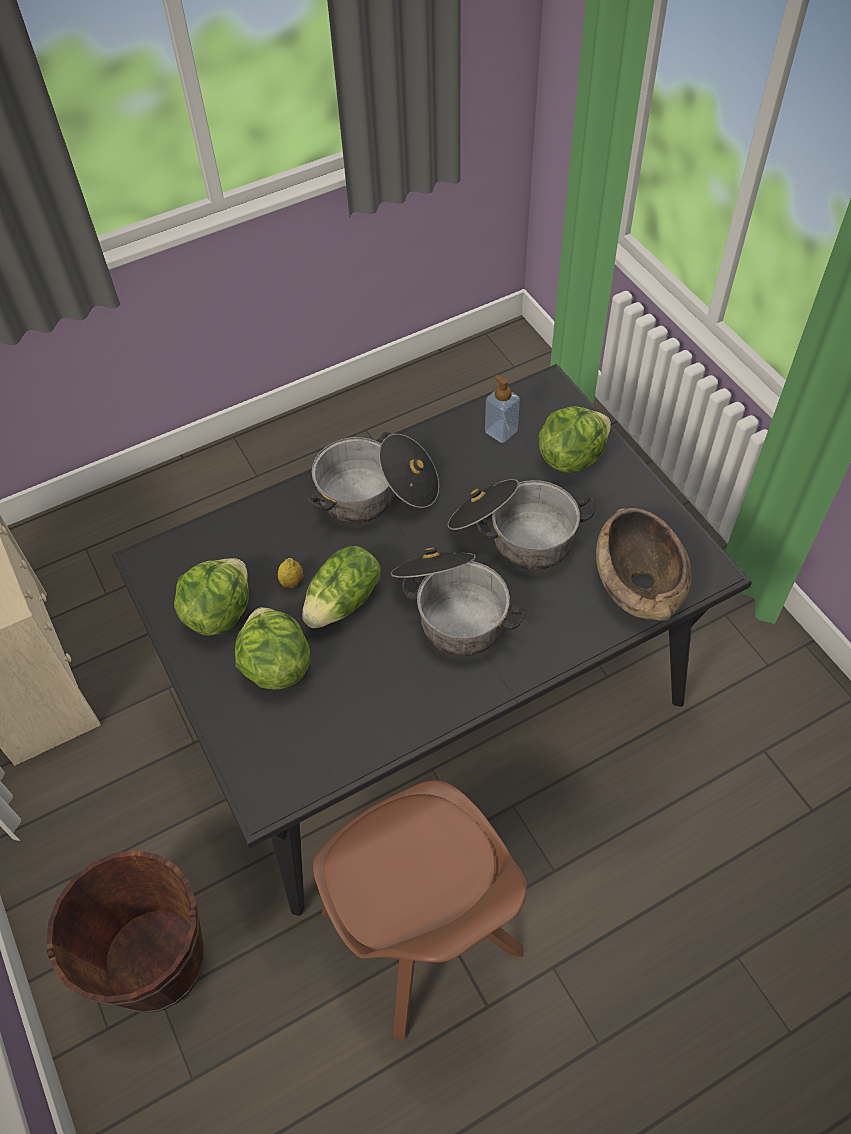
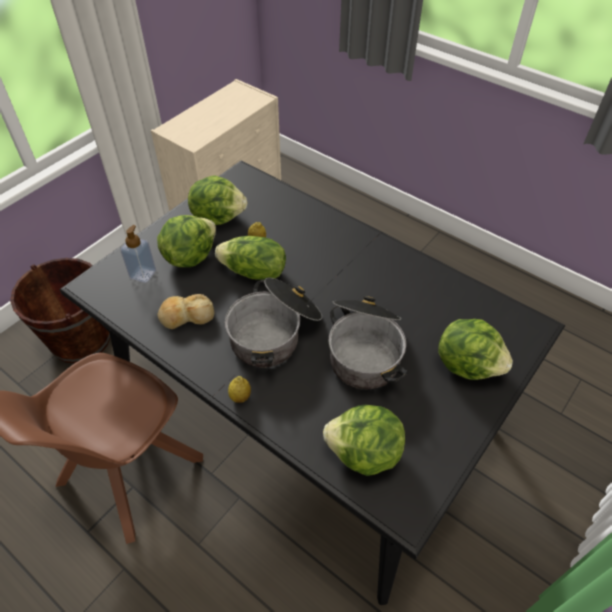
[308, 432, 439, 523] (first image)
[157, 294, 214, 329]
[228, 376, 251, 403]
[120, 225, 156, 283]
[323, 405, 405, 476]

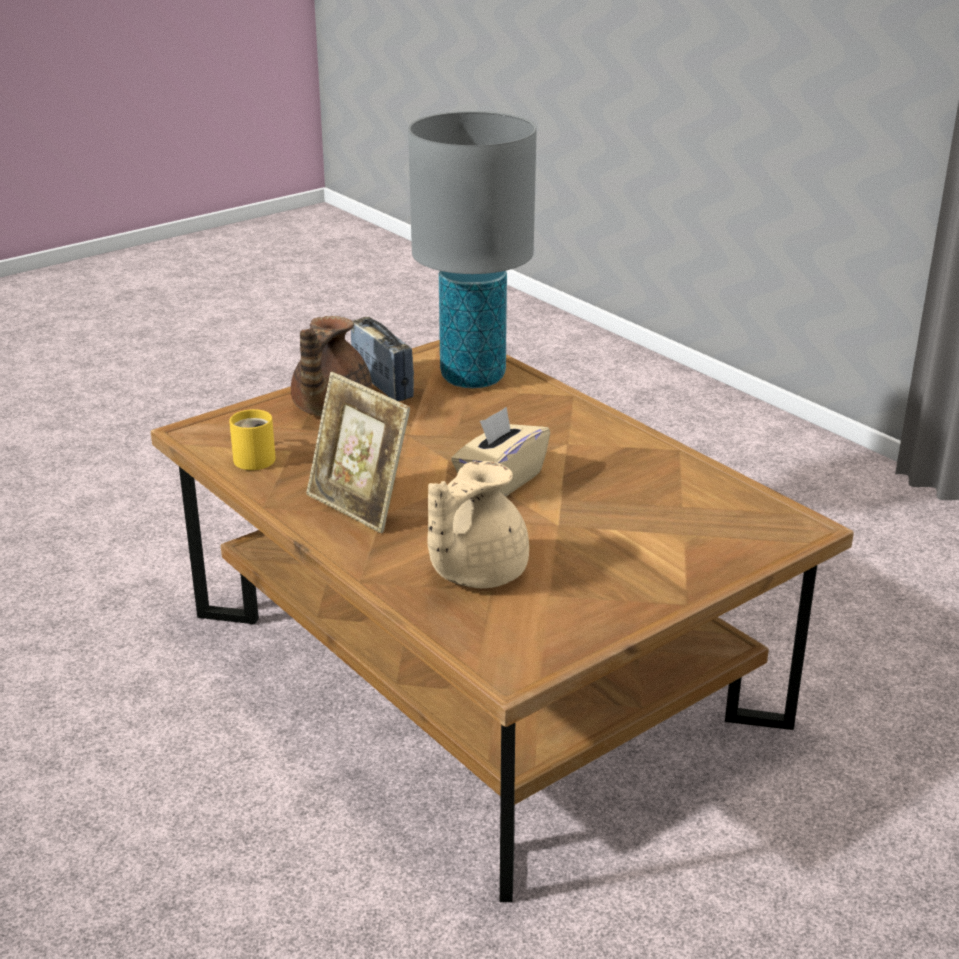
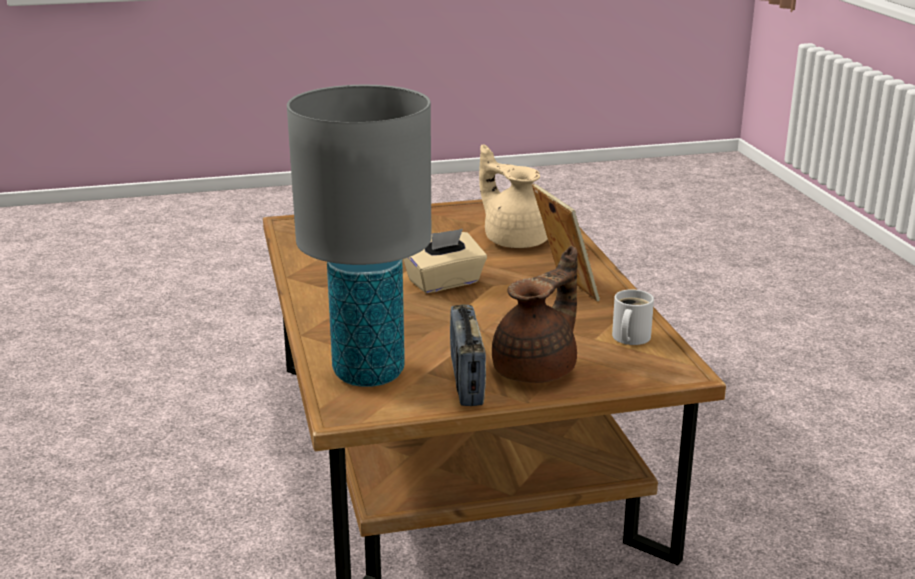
[612, 289, 654, 345]
[479, 145, 548, 248]

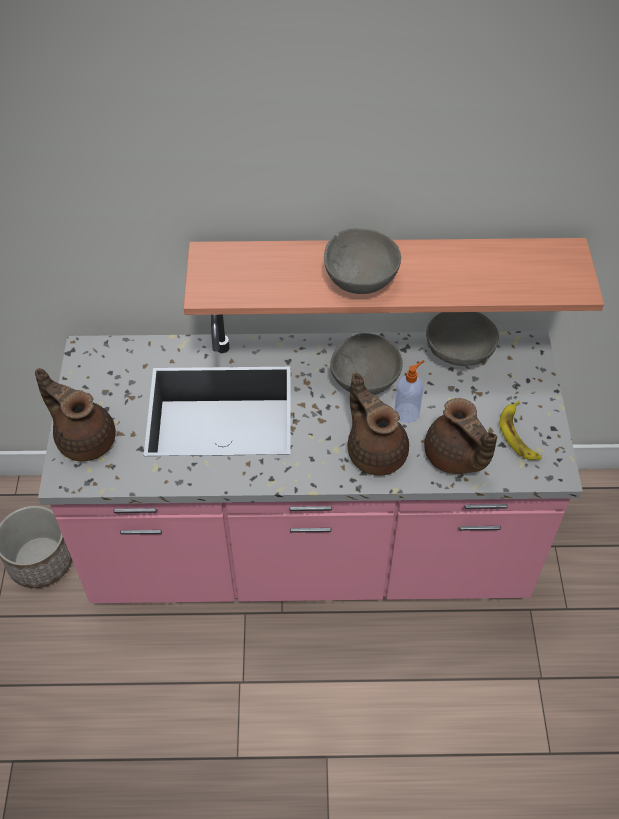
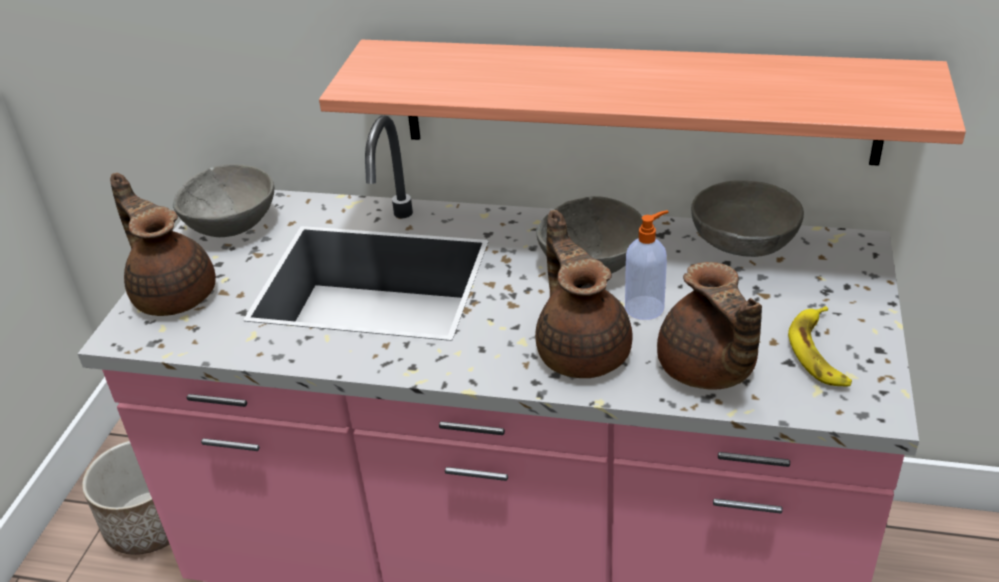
[173, 164, 274, 237]

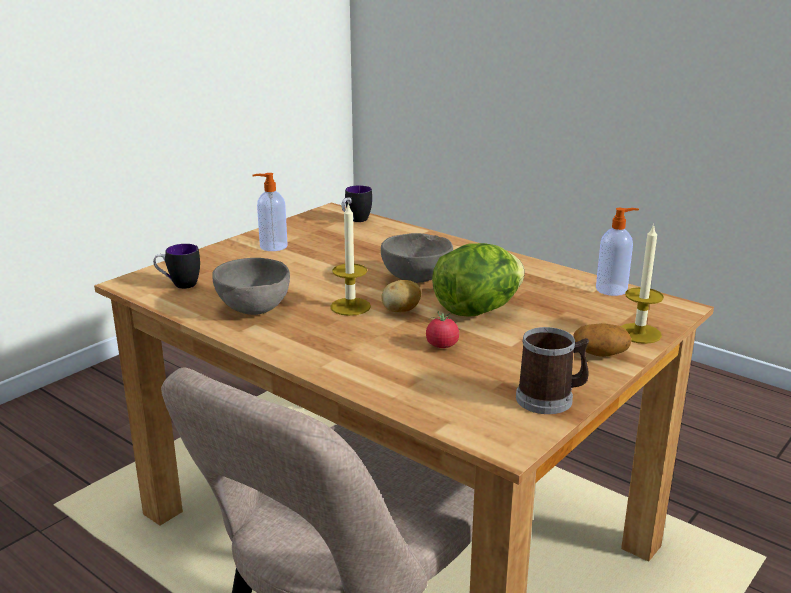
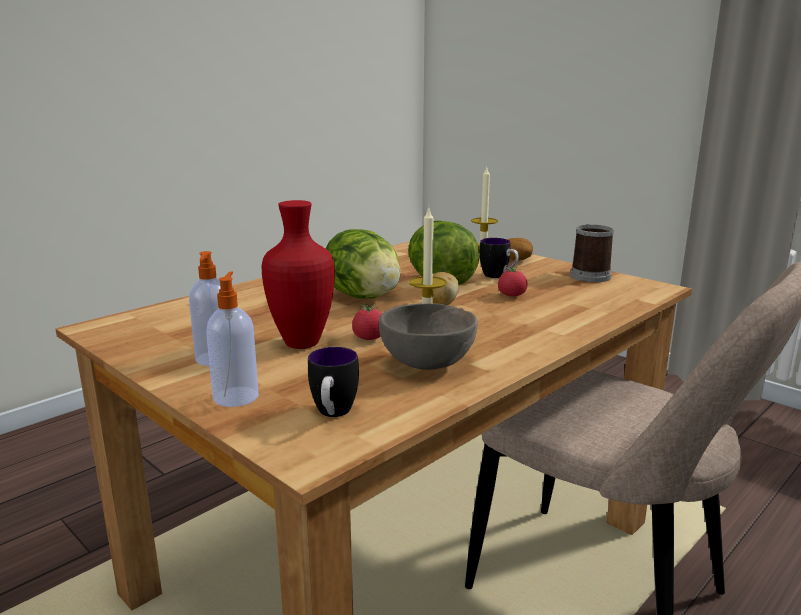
[262, 200, 335, 349]
[352, 304, 382, 340]
[480, 238, 519, 278]
[206, 271, 259, 407]
[326, 229, 401, 299]

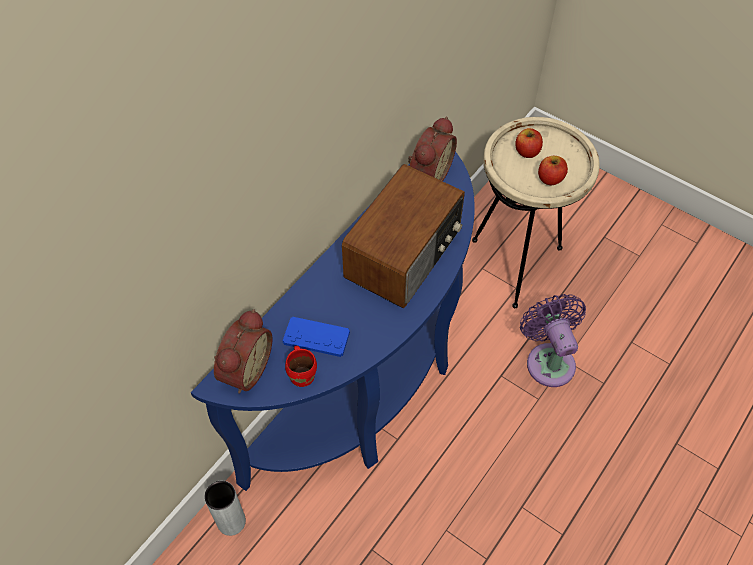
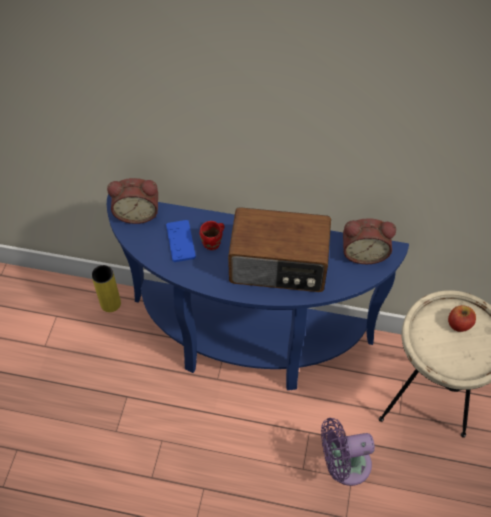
[538, 156, 568, 185] (first image)
[200, 221, 225, 250]
[91, 265, 121, 312]
[321, 418, 375, 486]

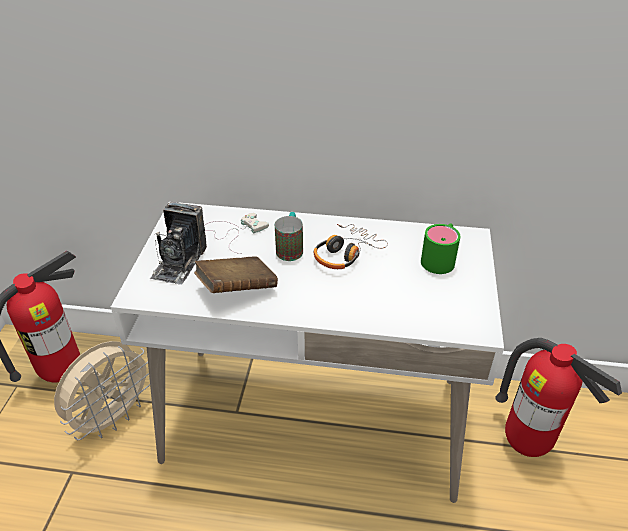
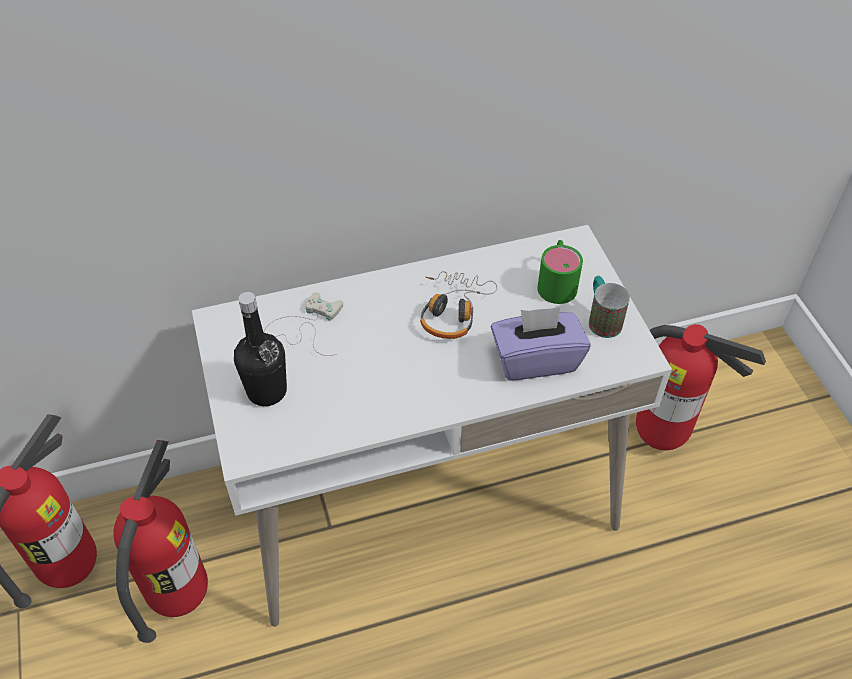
[194, 256, 278, 293] (first image)
[491, 307, 591, 381]
[589, 276, 630, 338]
[113, 440, 208, 643]
[234, 292, 287, 406]

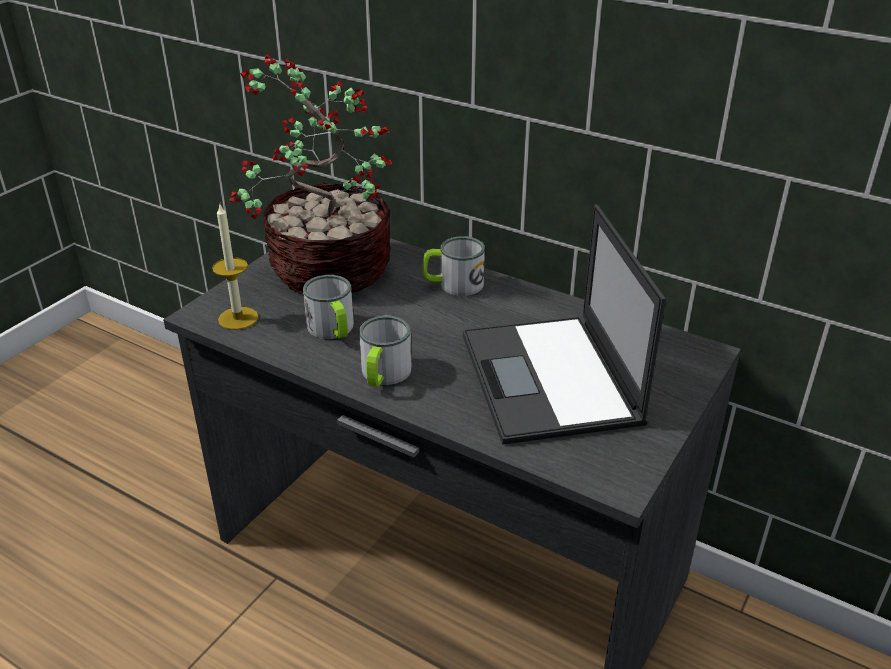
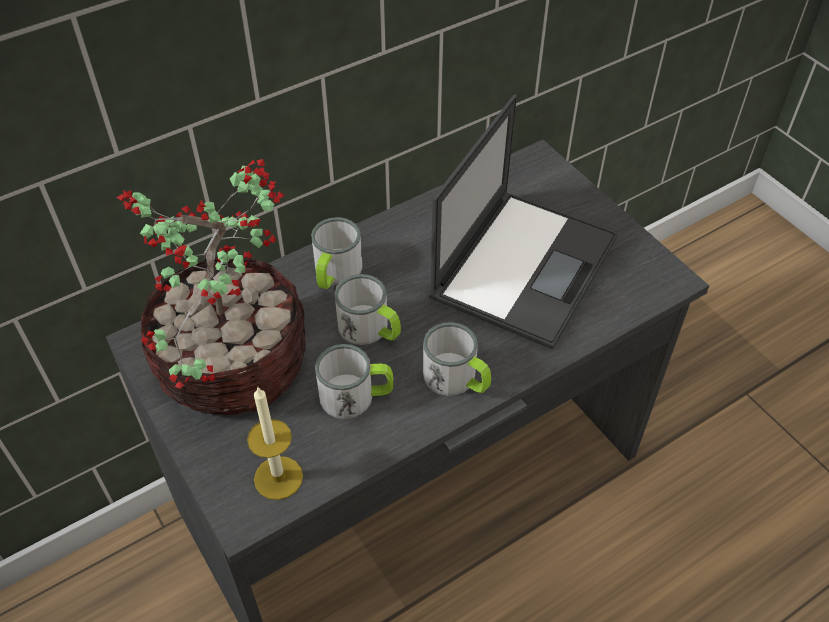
[335, 274, 401, 345]
[429, 95, 618, 350]

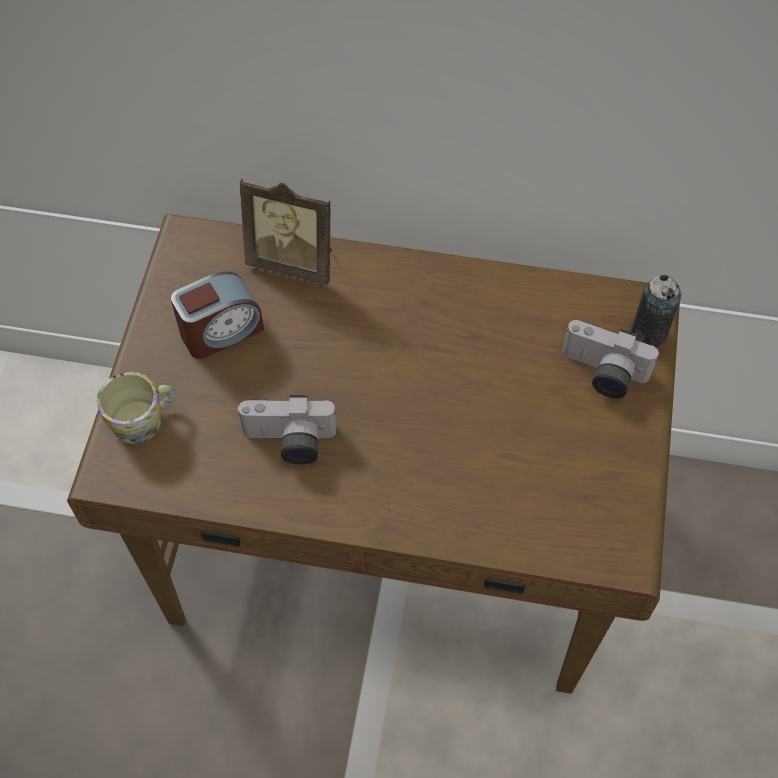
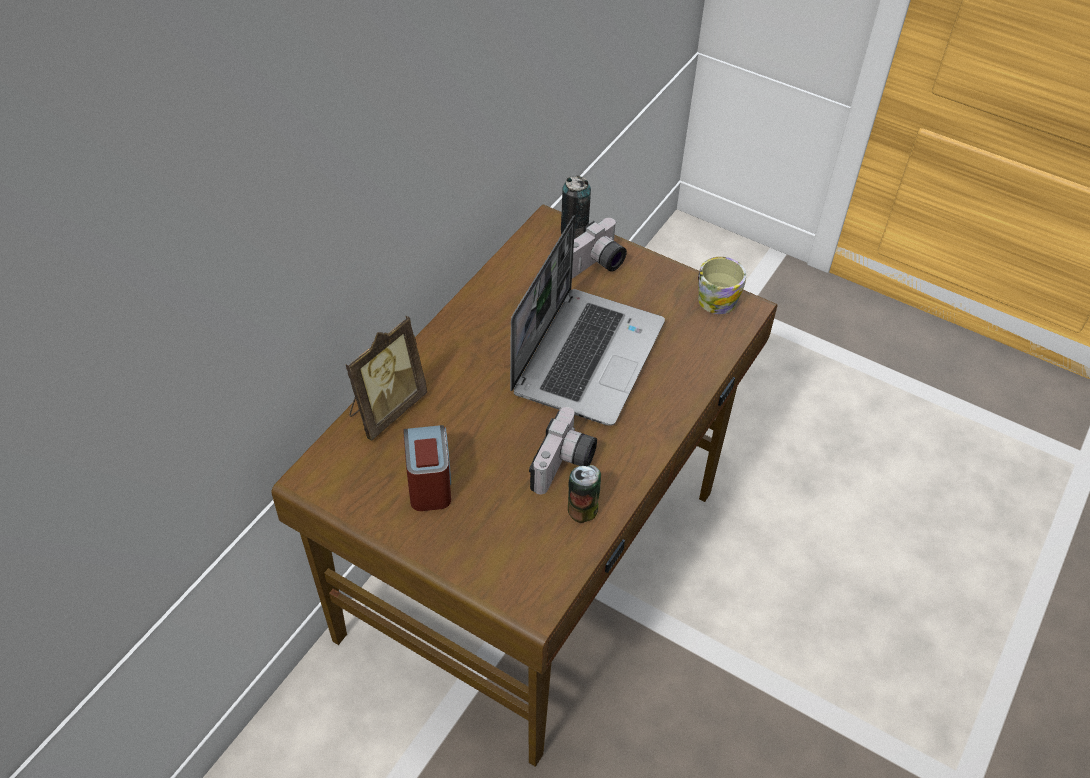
[510, 216, 665, 426]
[568, 465, 601, 523]
[698, 257, 746, 314]

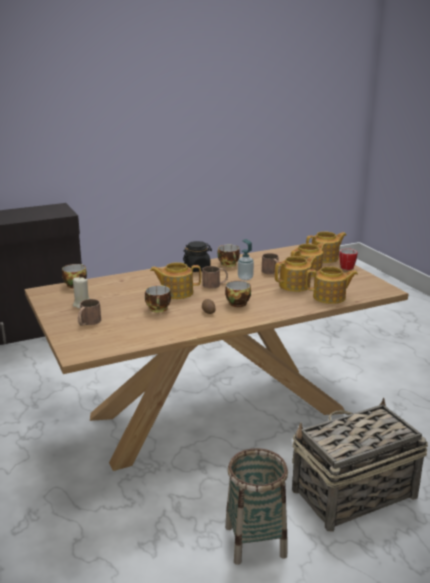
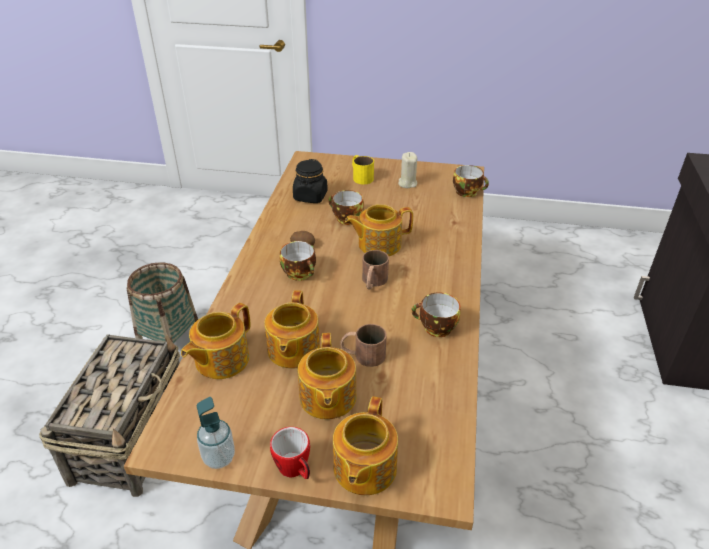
[293, 159, 328, 203]
[197, 397, 235, 469]
[352, 155, 374, 184]
[345, 204, 413, 256]

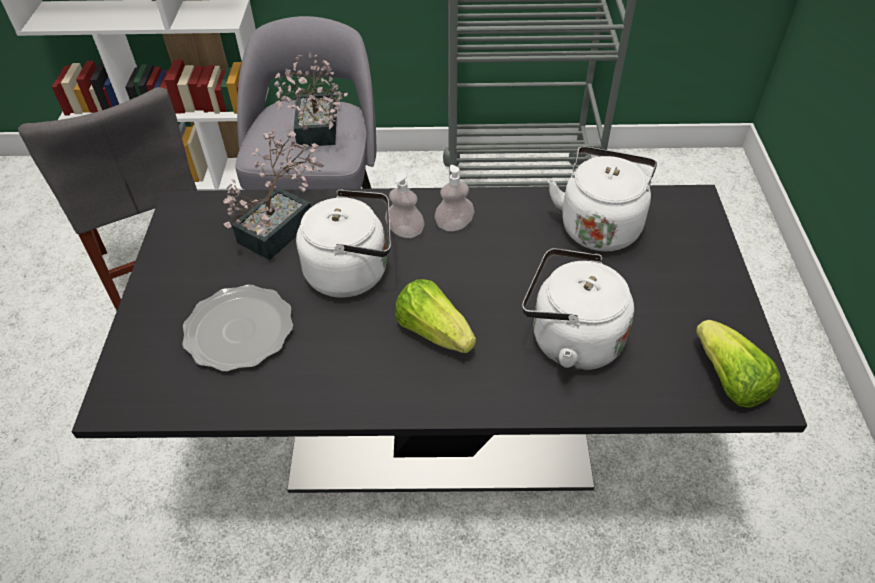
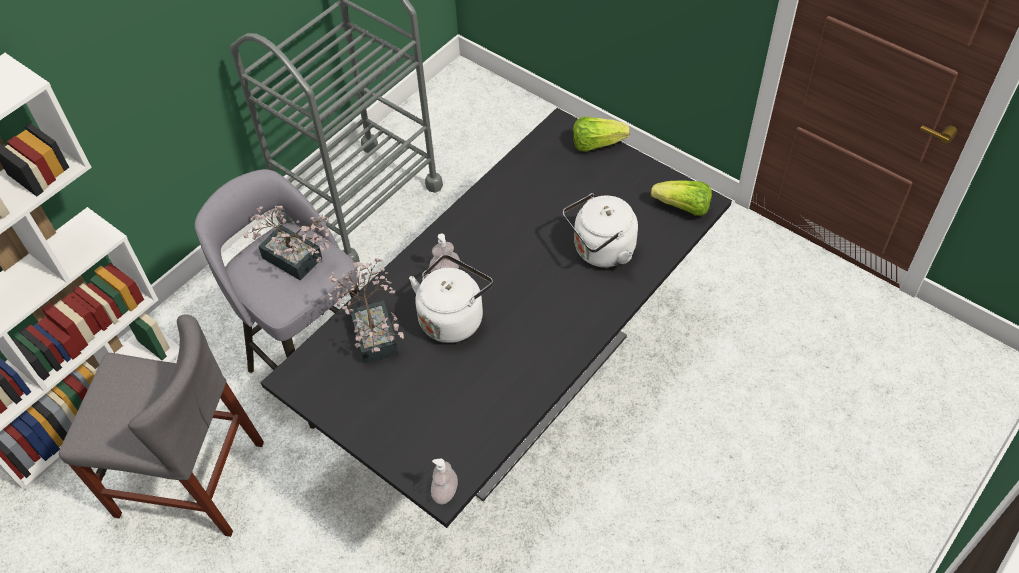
[182, 285, 293, 372] (first image)
[548, 147, 657, 251] (first image)
[573, 116, 630, 152]
[431, 459, 458, 504]

